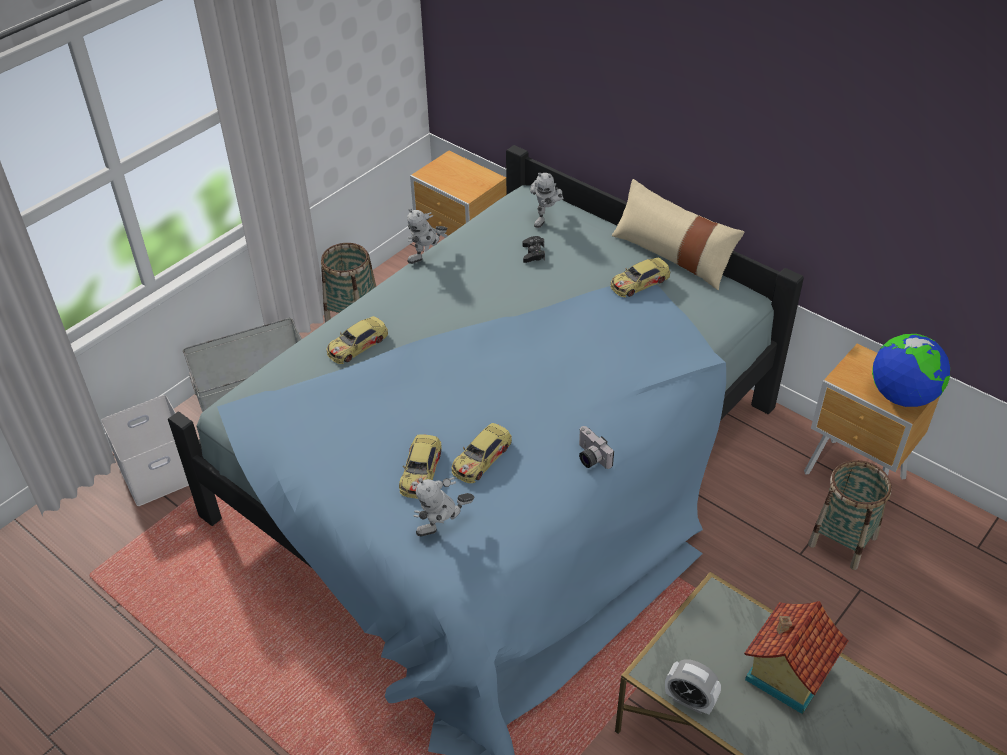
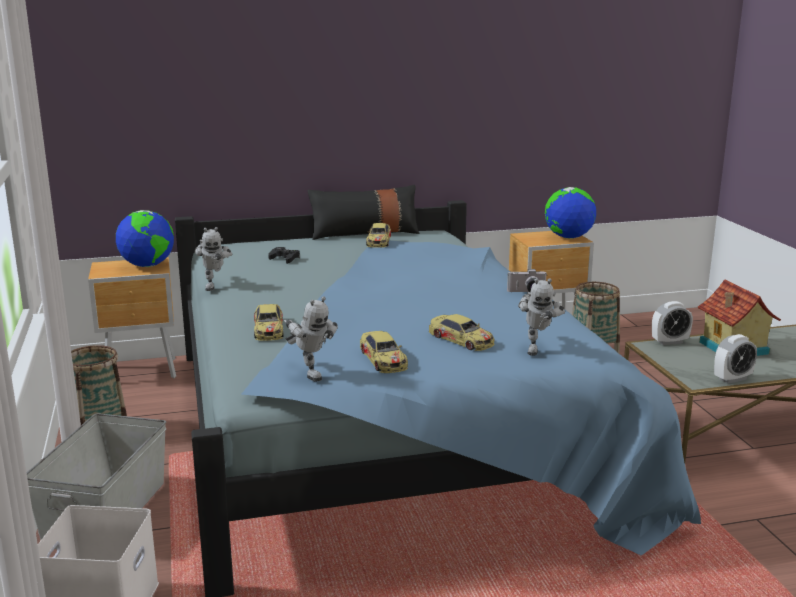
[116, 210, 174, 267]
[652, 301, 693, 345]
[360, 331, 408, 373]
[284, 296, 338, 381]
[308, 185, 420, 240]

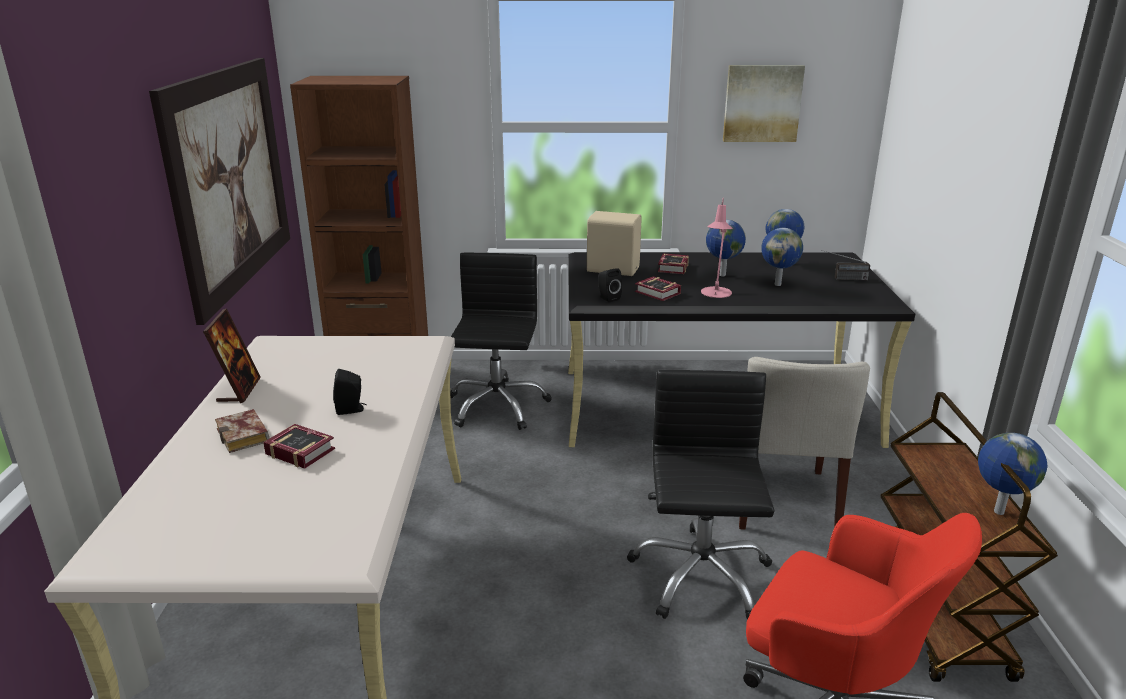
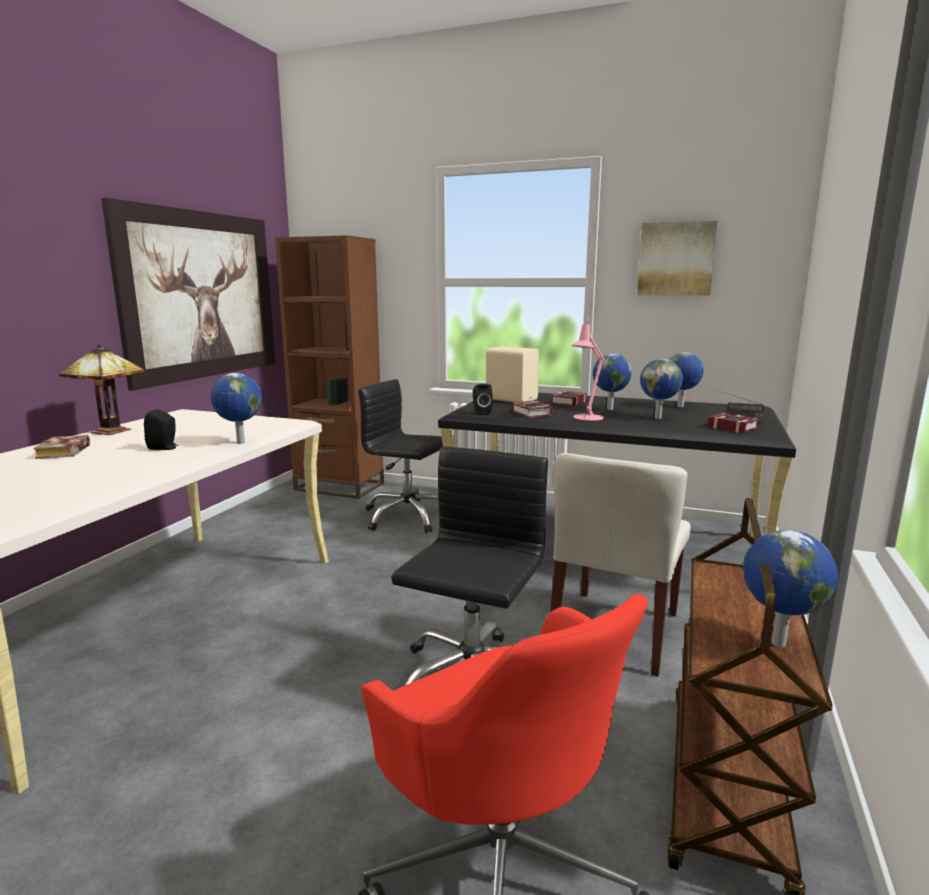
[210, 373, 262, 444]
[707, 413, 760, 433]
[59, 344, 145, 435]
[358, 379, 443, 533]

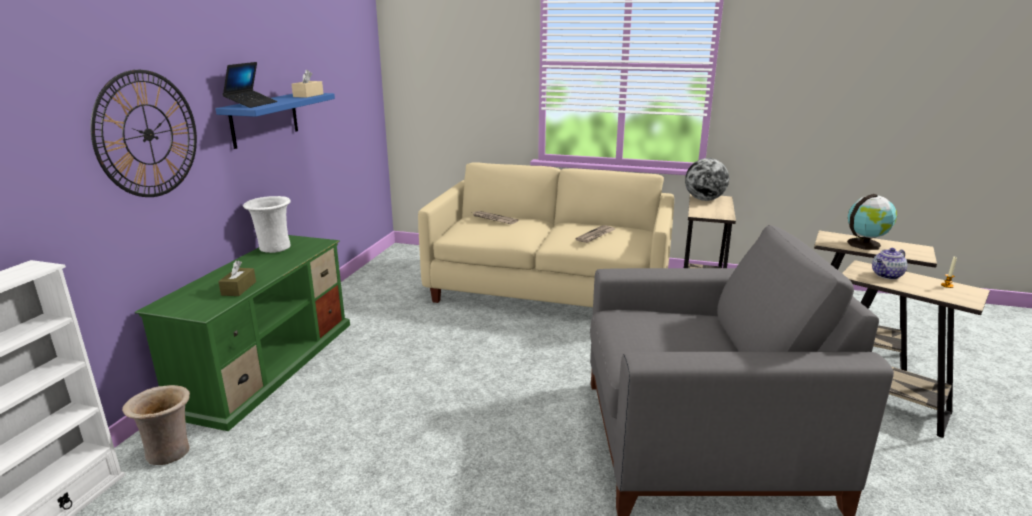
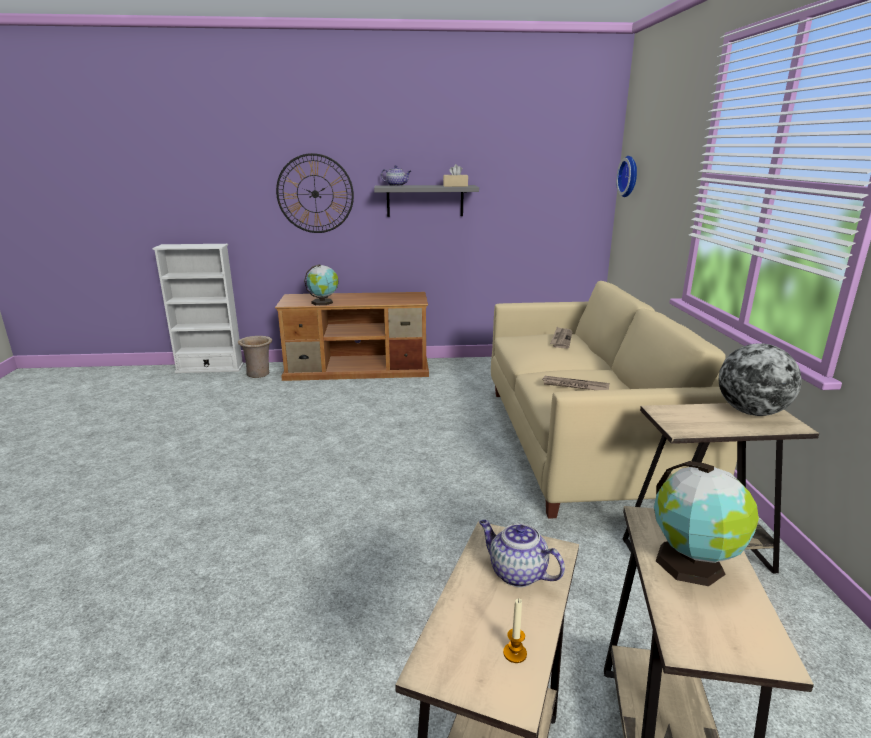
[243, 196, 291, 253] (first image)
[590, 225, 894, 516] (first image)
[616, 156, 637, 197]
[304, 264, 338, 305]
[381, 165, 411, 186]
[275, 292, 429, 381]
[374, 185, 479, 217]

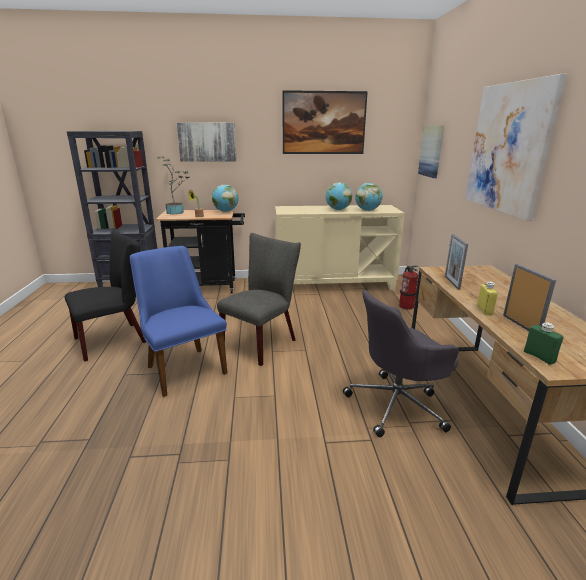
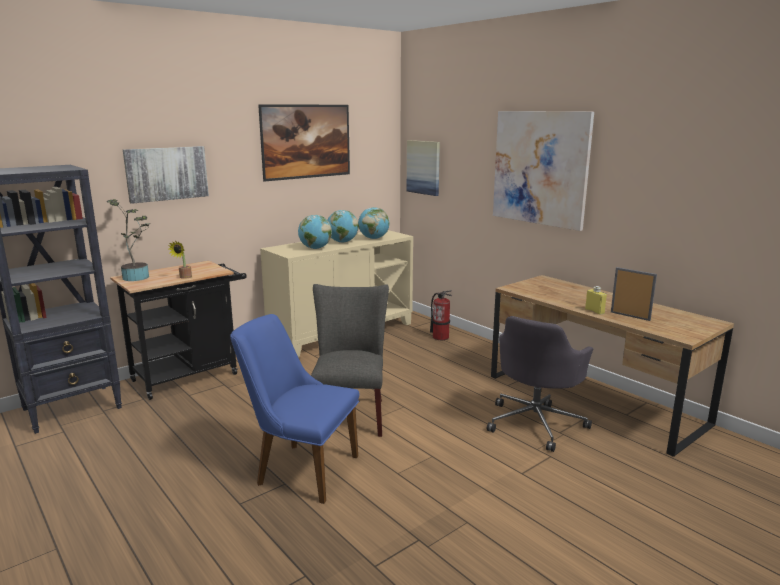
[65, 231, 146, 362] (first image)
[445, 234, 468, 290] (first image)
[524, 322, 563, 365] (first image)
[298, 215, 332, 249]

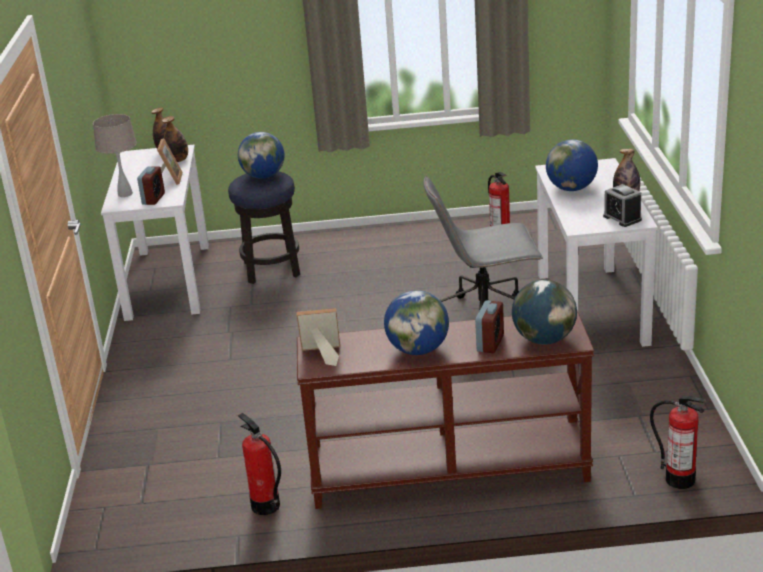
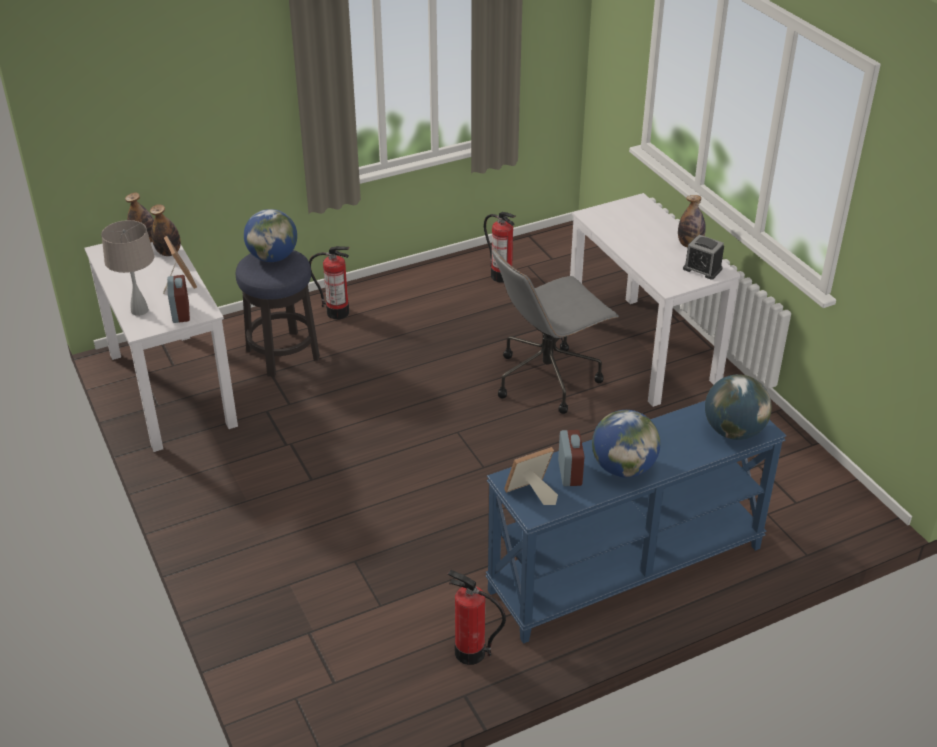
[546, 139, 598, 191] (first image)
[558, 430, 584, 486]
[309, 246, 350, 320]
[486, 400, 786, 644]

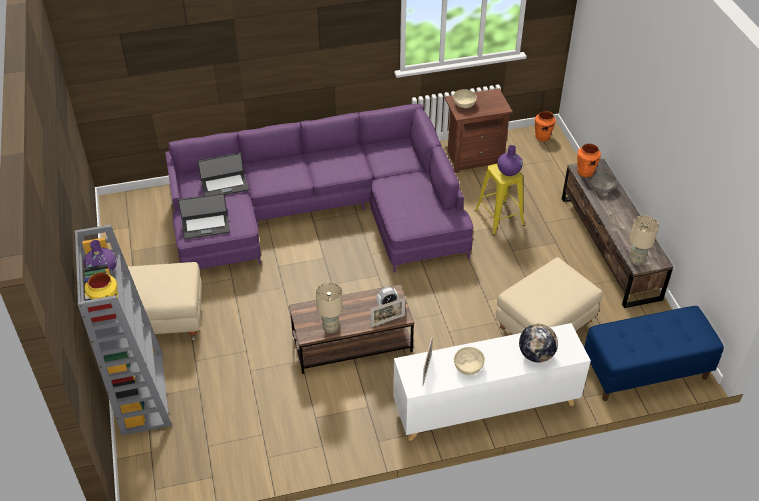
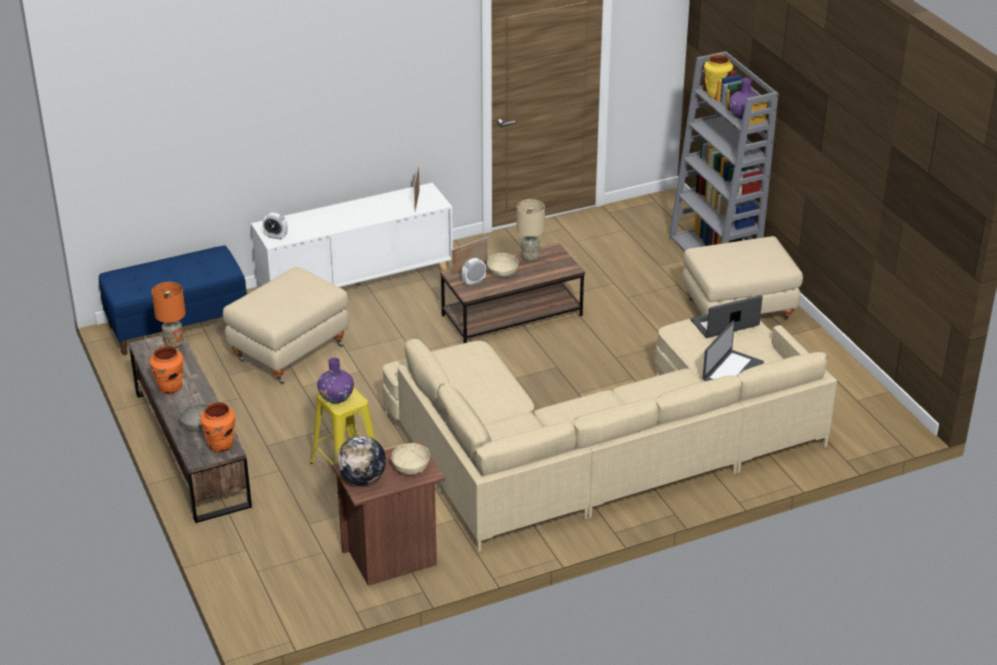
[262, 212, 288, 240]
[487, 253, 519, 277]
[337, 436, 386, 485]
[150, 346, 184, 394]
[382, 318, 837, 552]
[152, 282, 186, 348]
[703, 321, 764, 381]

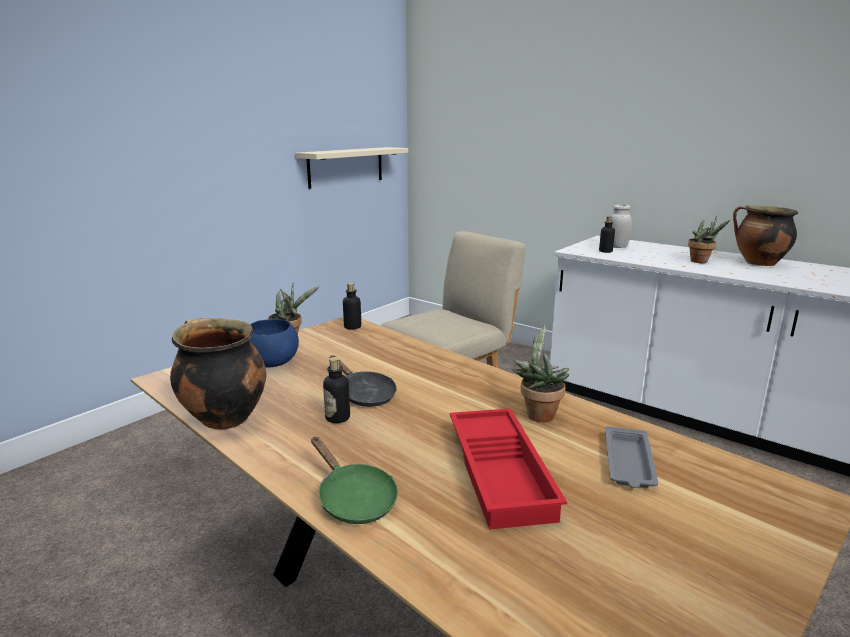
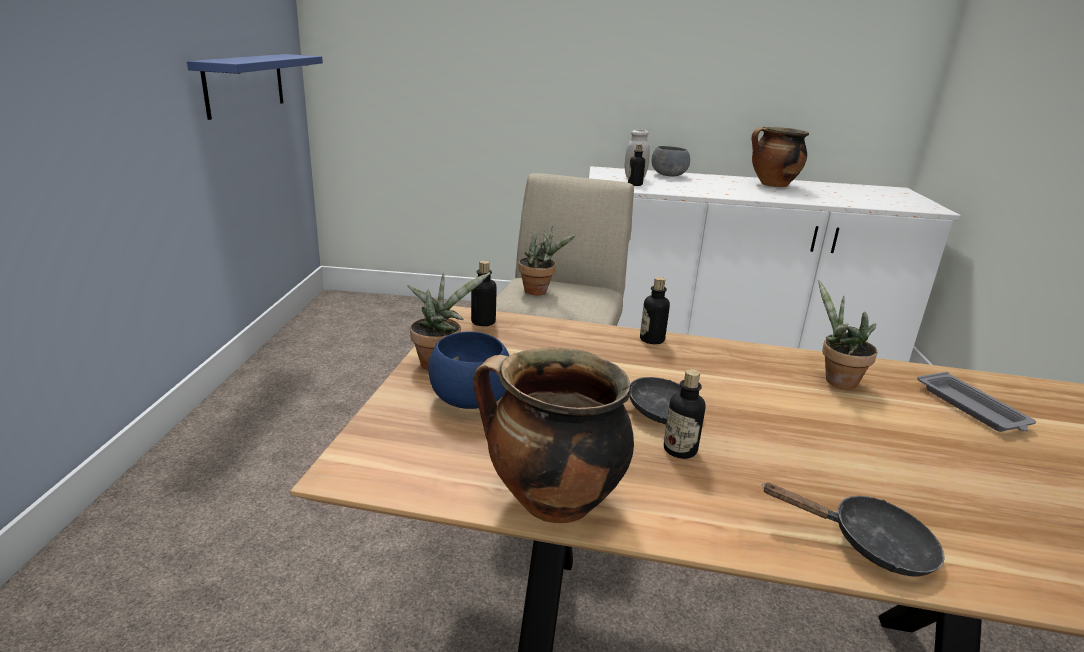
[450, 408, 567, 530] (first image)
[640, 277, 670, 344]
[651, 146, 690, 176]
[519, 226, 576, 295]
[187, 54, 323, 120]
[762, 483, 945, 577]

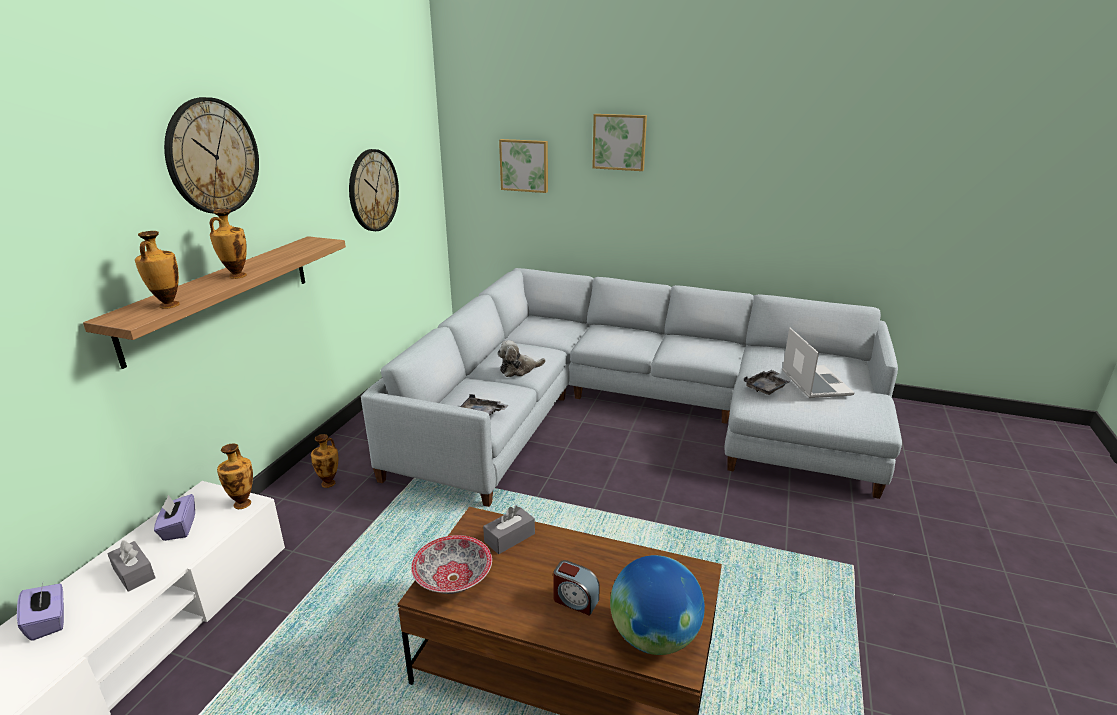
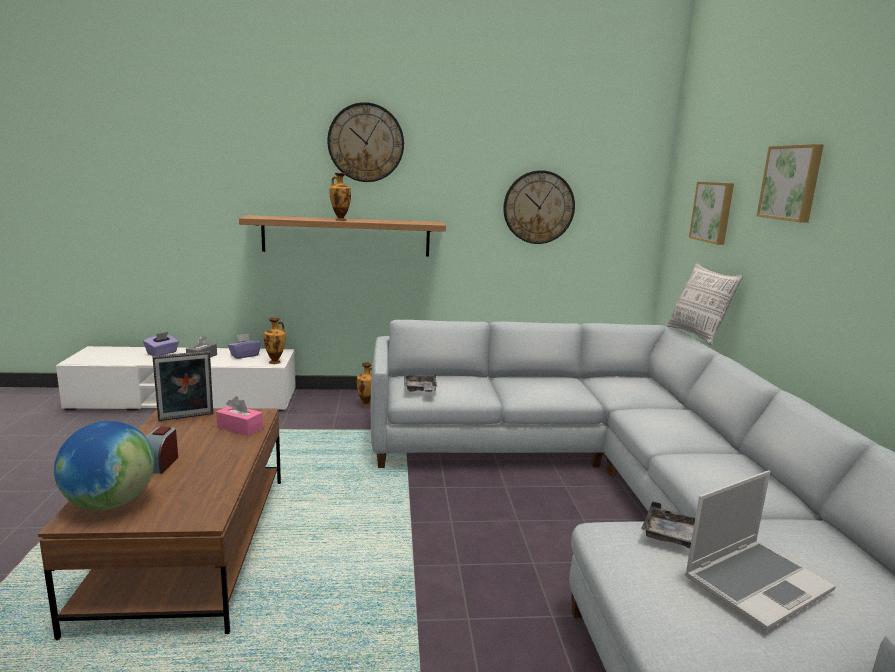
[135, 231, 180, 309] (first image)
[497, 340, 546, 377] (first image)
[666, 263, 743, 345]
[152, 351, 213, 421]
[216, 396, 263, 436]

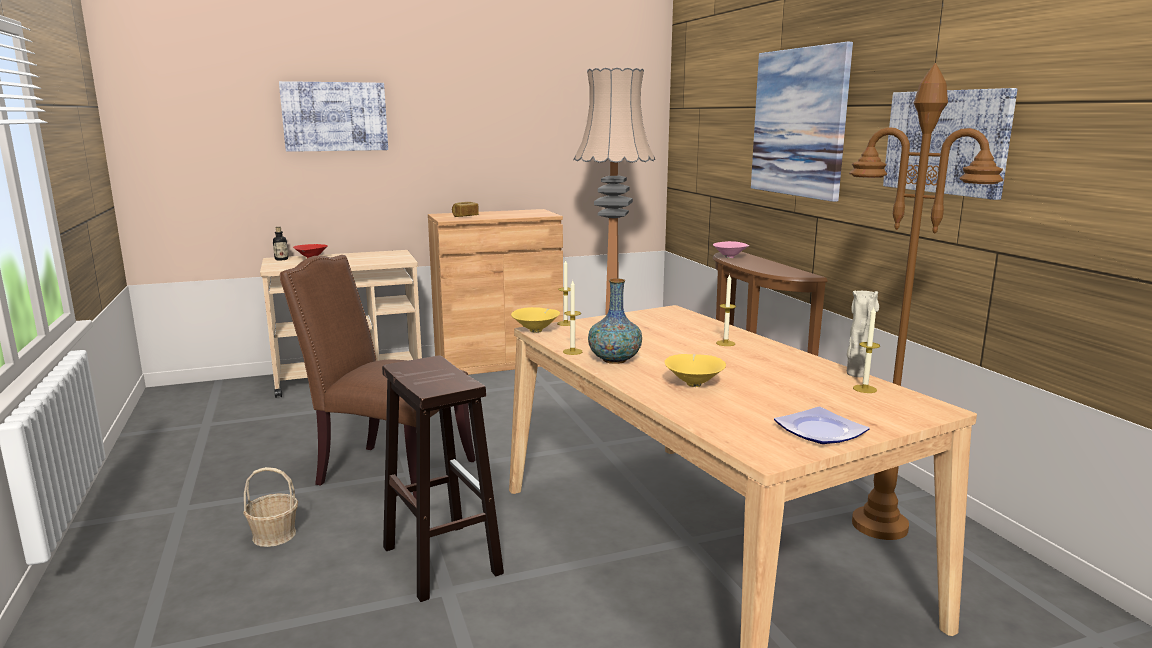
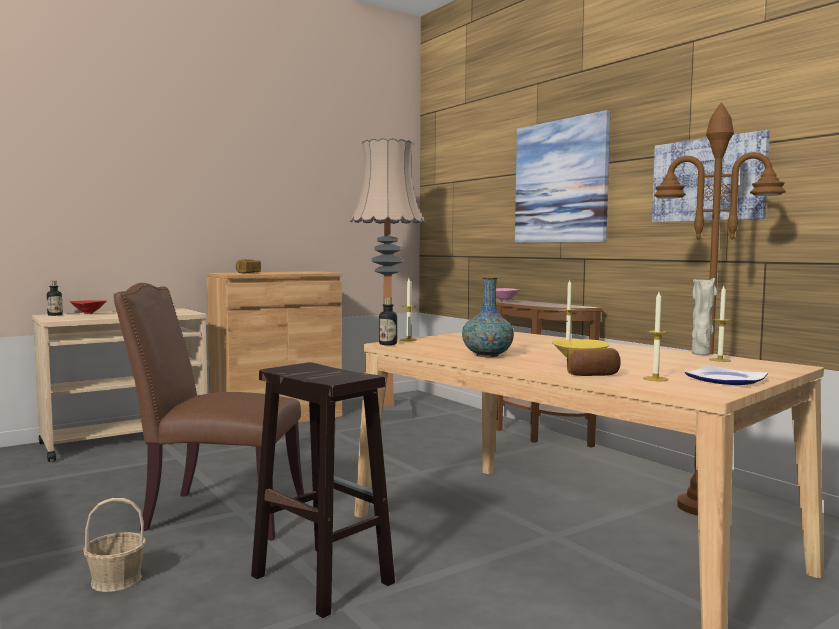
[279, 81, 388, 152] (first image)
[567, 348, 620, 376]
[643, 292, 668, 381]
[379, 297, 397, 345]

